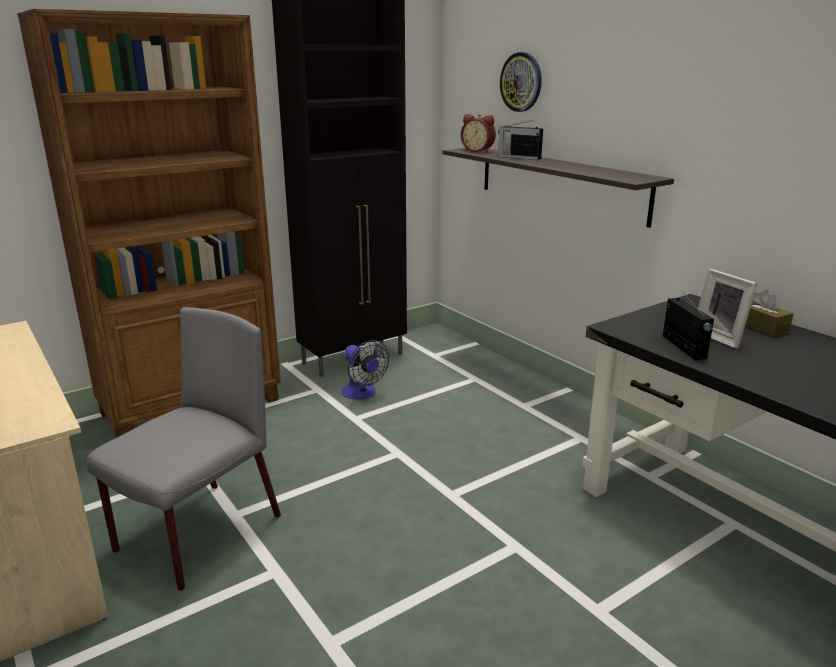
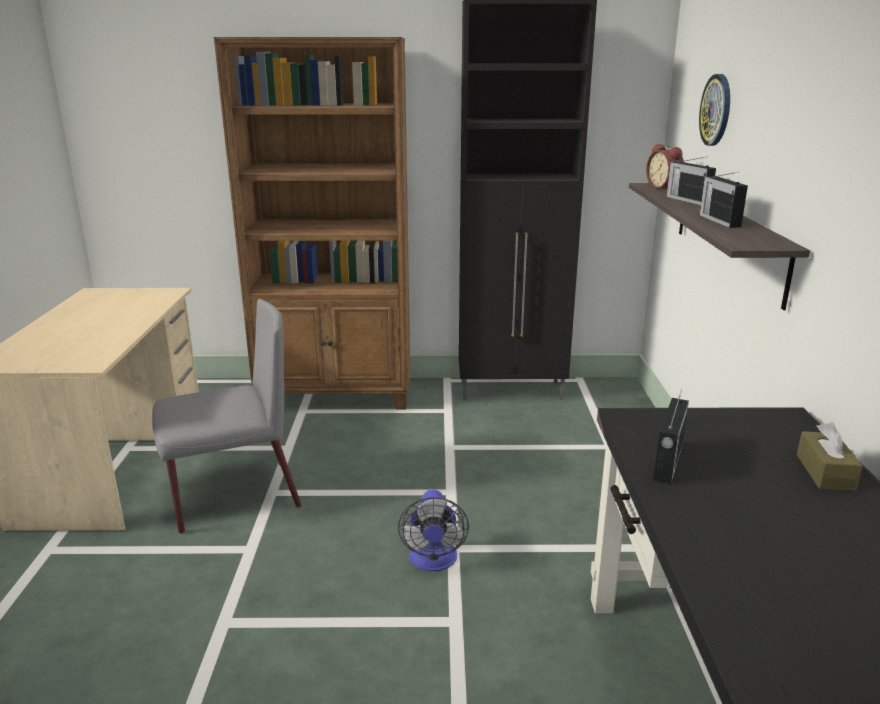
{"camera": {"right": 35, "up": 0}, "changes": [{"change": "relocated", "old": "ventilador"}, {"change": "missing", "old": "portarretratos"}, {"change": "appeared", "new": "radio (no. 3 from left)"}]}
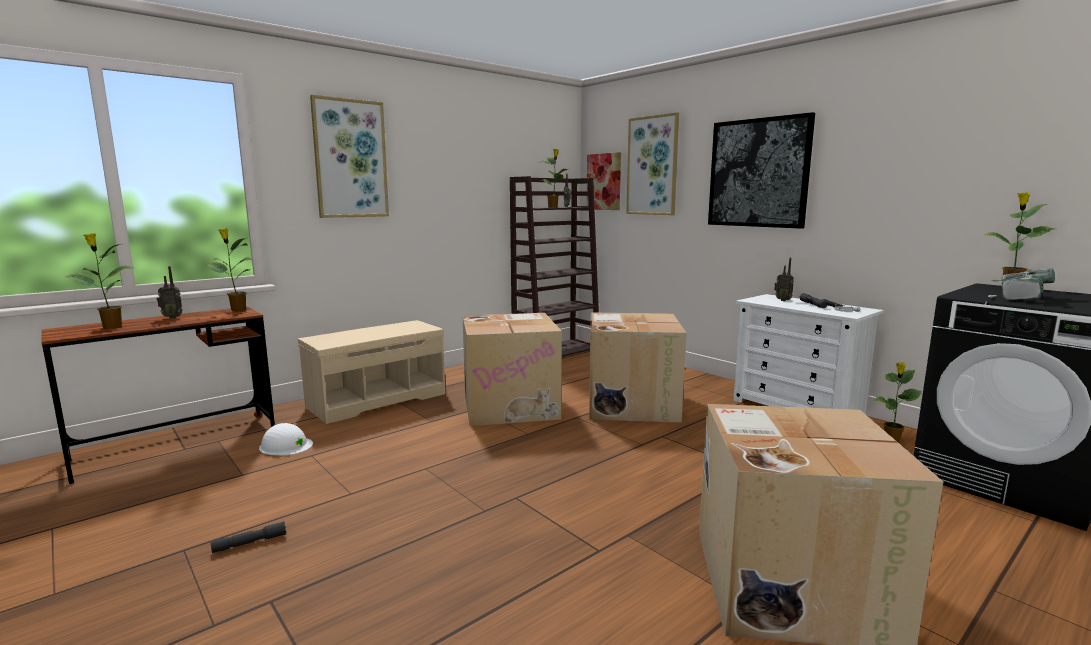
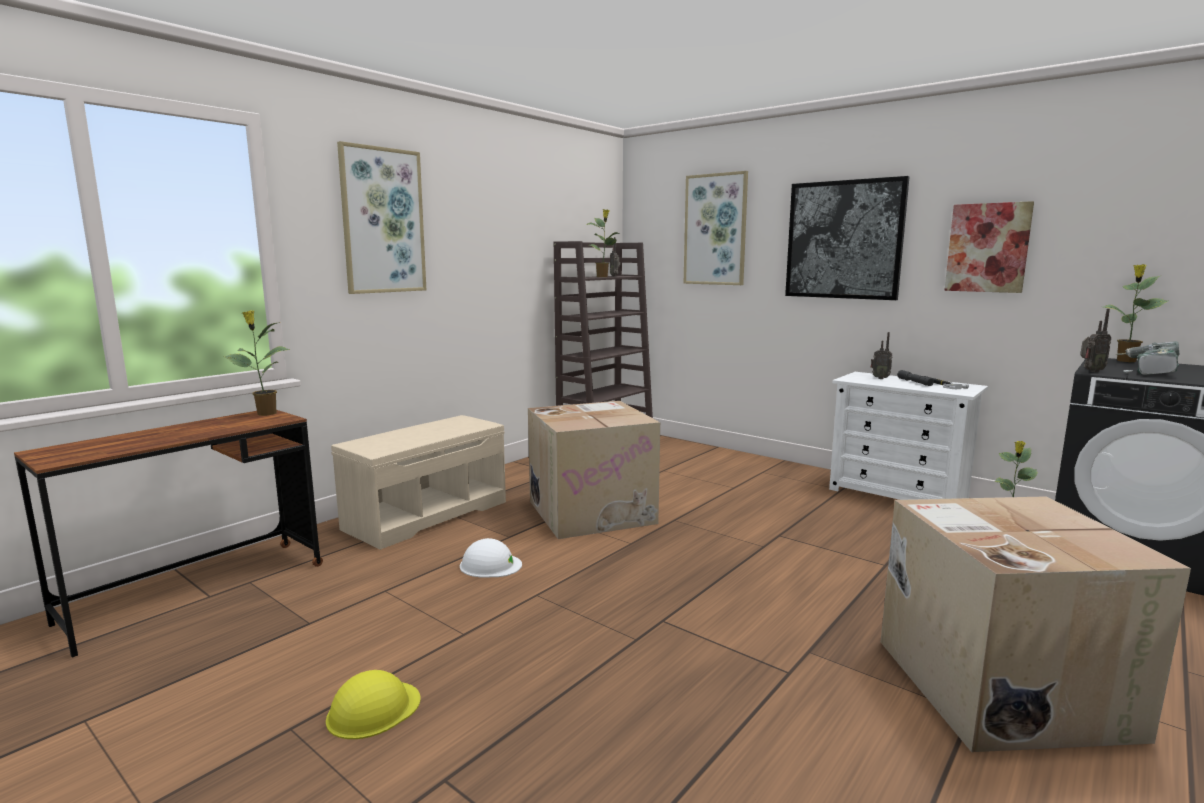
{"camera": {"right": -10, "up": 0}, "changes": [{"change": "missing", "old": "planta en maceta (no. 1 from left)"}, {"change": "relocated", "old": "radio (no. 1 from left in the first image)", "new": "radio (no. 3 from left)"}, {"change": "exchanged", "old": "linterna/gris (no. 1 from left)", "new": "casco/amarillo"}, {"change": "relocated", "old": "casco/blanco"}, {"change": "relocated", "old": "cuadro (no. 2 from left in the first image)", "new": "cuadro (no. 4 from left)"}, {"change": "missing", "old": "caja de cartón (no. 2 from left)"}]}
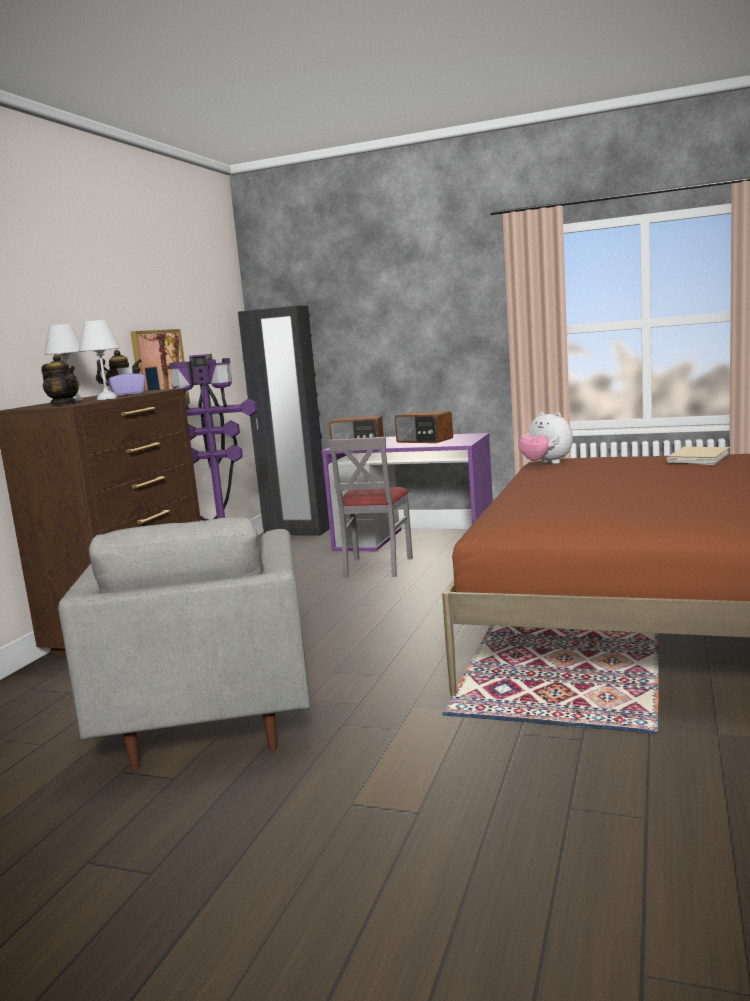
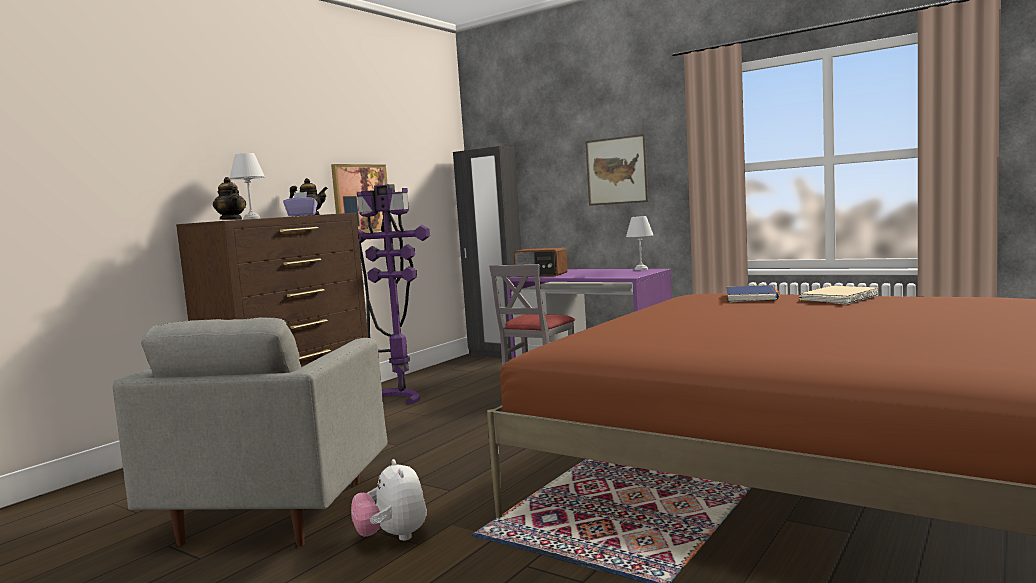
{"camera": {"right": 15, "up": -5}, "changes": [{"change": "relocated", "old": "lámpara de mesa/blanco (no. 2 from left)"}, {"change": "missing", "old": "radio (no. 2 from left)"}, {"change": "relocated", "old": "peluche"}, {"change": "appeared", "new": "cuadro (no. 2 from left)"}, {"change": "appeared", "new": "libro/azul"}]}
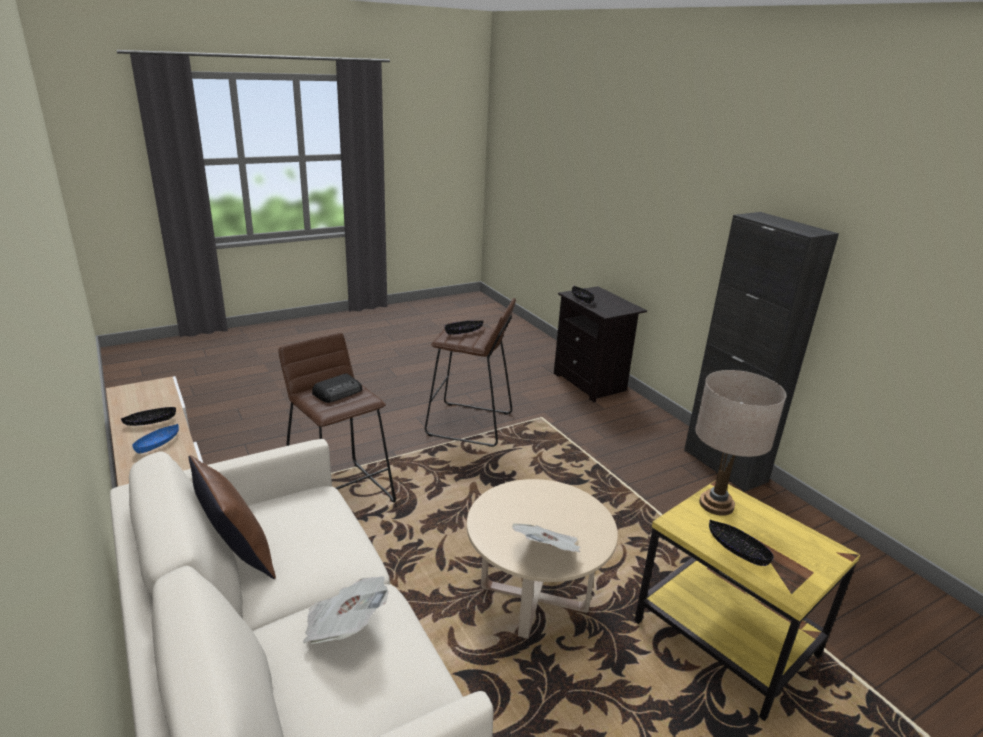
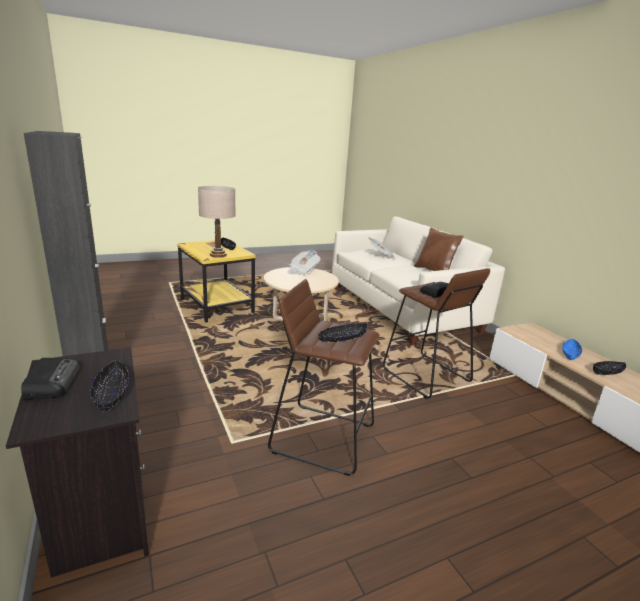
{"camera": {"right": -175, "up": -5}, "changes": [{"change": "appeared", "new": "radio (no. 1 from left)"}]}
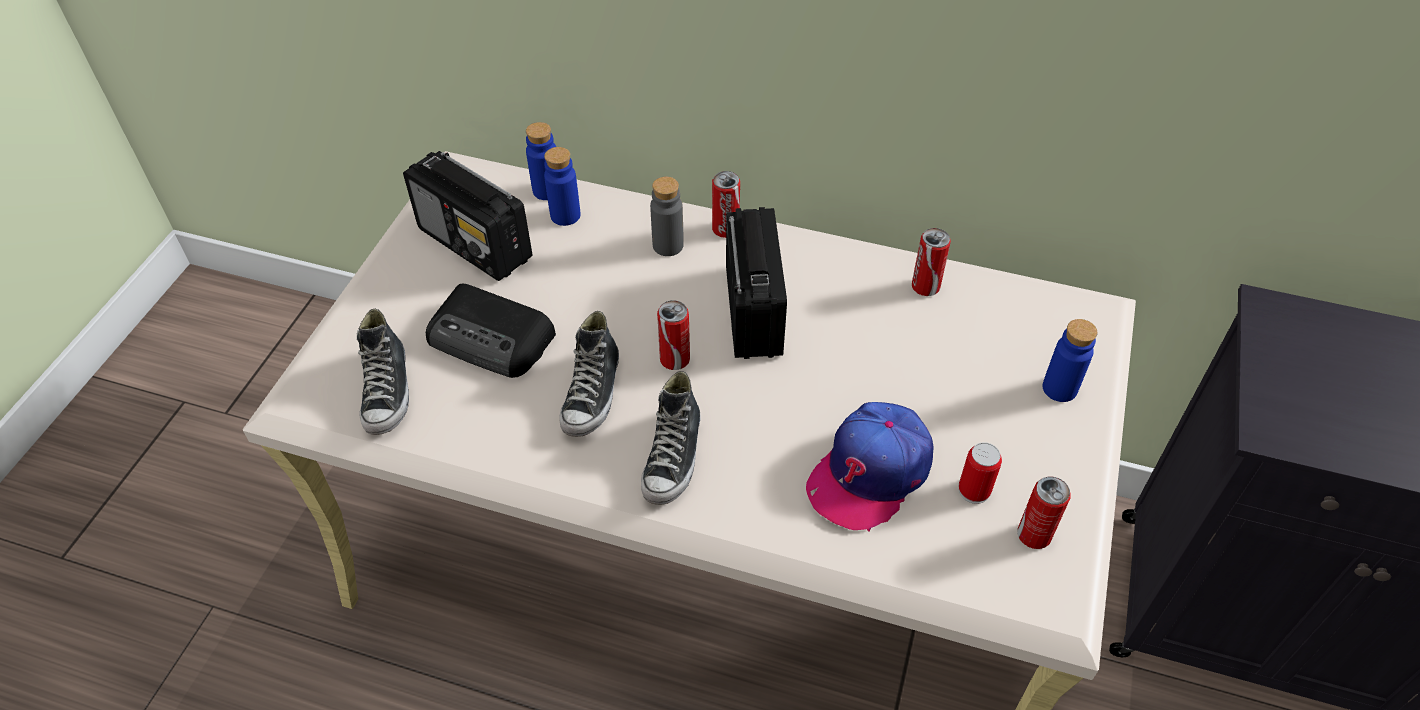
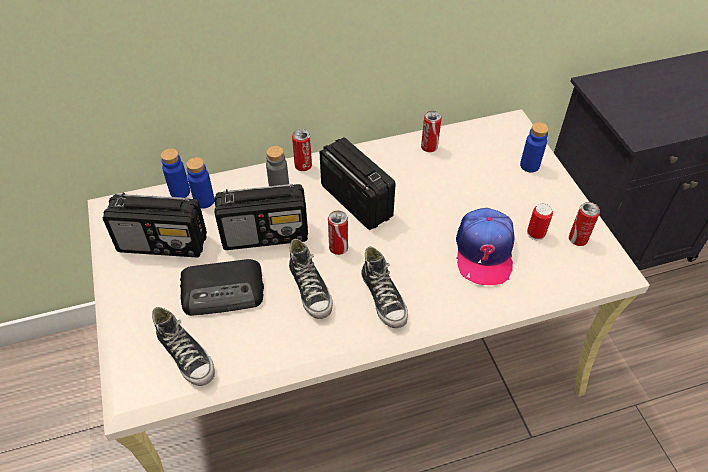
{"camera": {"right": -35, "up": 0}, "changes": [{"change": "appeared", "new": "radio (no. 3 from left)"}]}
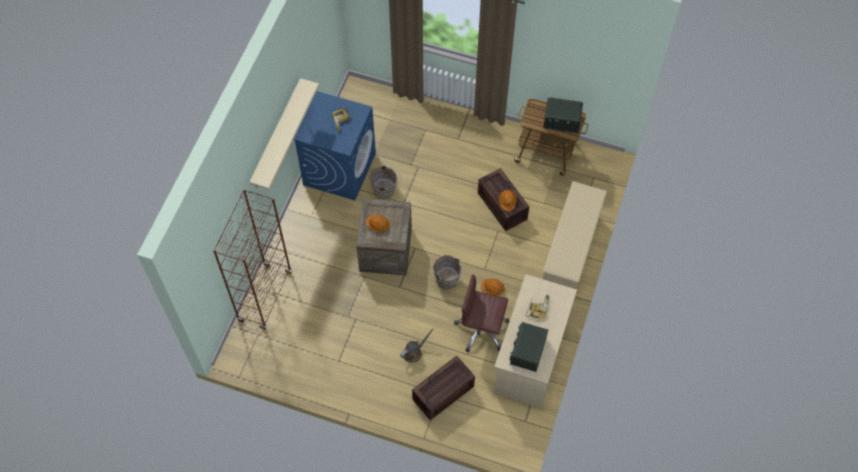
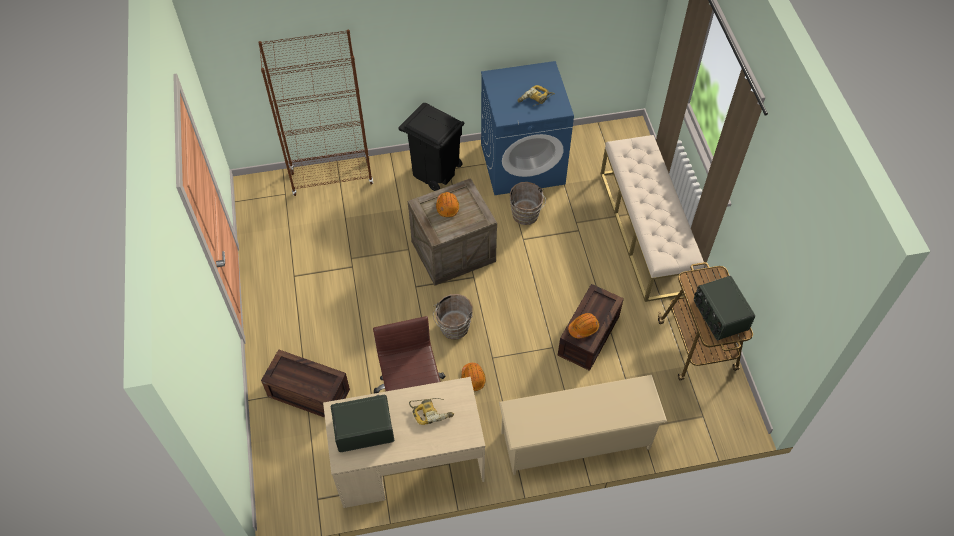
{"camera": {"right": 60, "up": -5}, "changes": [{"change": "missing", "old": "estante/beis"}, {"change": "missing", "old": "regadera/marrón"}, {"change": "appeared", "new": "papelera/negro"}, {"change": "appeared", "new": "banco/beis"}]}
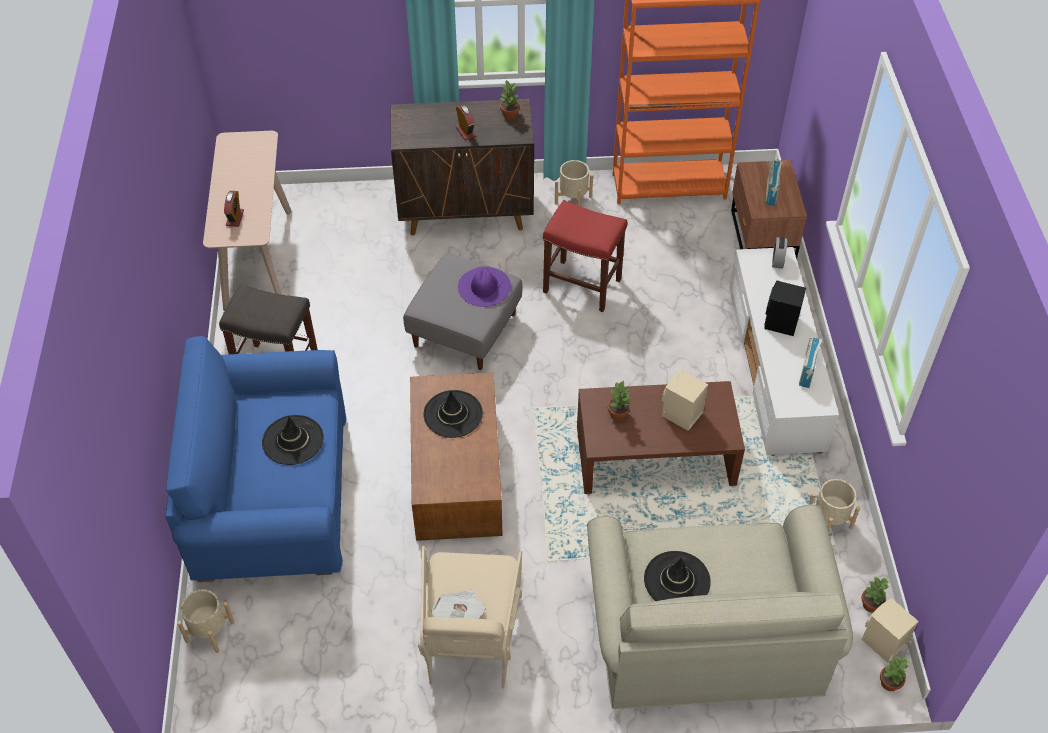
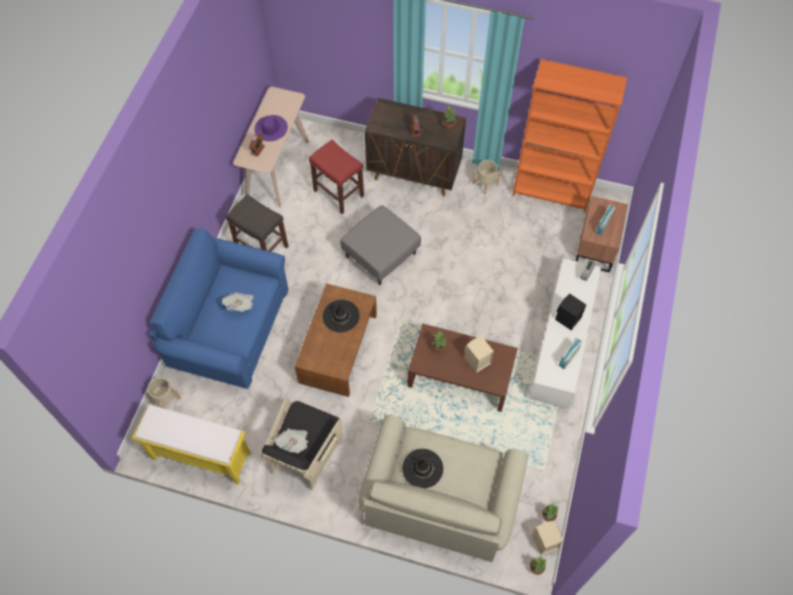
{"camera": {"right": 20, "up": 10}, "changes": [{"change": "exchanged", "old": "sombrero/negro (no. 1 from left)", "new": "periódico (no. 1 from left)"}, {"change": "colour", "old": "sillón/beis", "new": "sillón/negro"}, {"change": "relocated", "old": "sombrero/morado"}, {"change": "relocated", "old": "taburete/rojo"}, {"change": "missing", "old": "maceta/beis (no. 3 from left)"}, {"change": "appeared", "new": "banco/amarillo"}]}
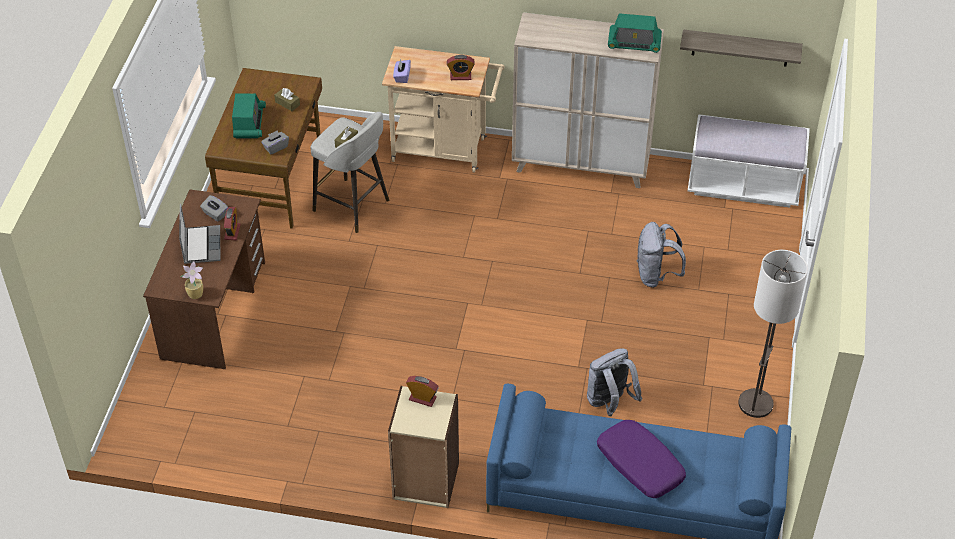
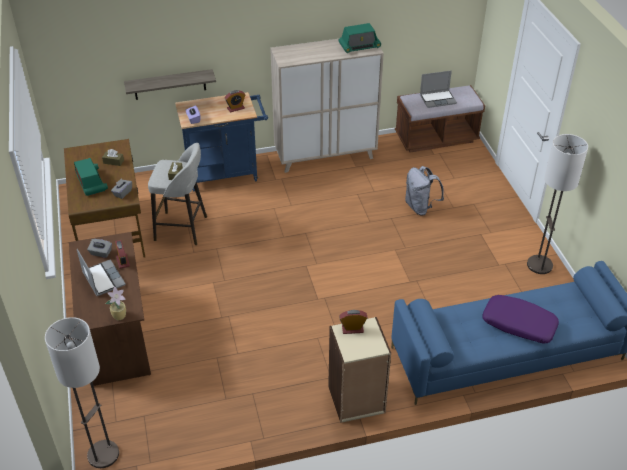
{"camera": {"right": -25, "up": -5}, "changes": [{"change": "colour", "old": "carrito/beis", "new": "carrito/azul"}, {"change": "missing", "old": "mochila/gris (no. 1 from left)"}, {"change": "relocated", "old": "estante"}, {"change": "colour", "old": "banco/blanco", "new": "banco/marrón"}, {"change": "appeared", "new": "lámpara de pie (no. 1 from left)"}, {"change": "appeared", "new": "portátil (no. 2 from left)"}]}
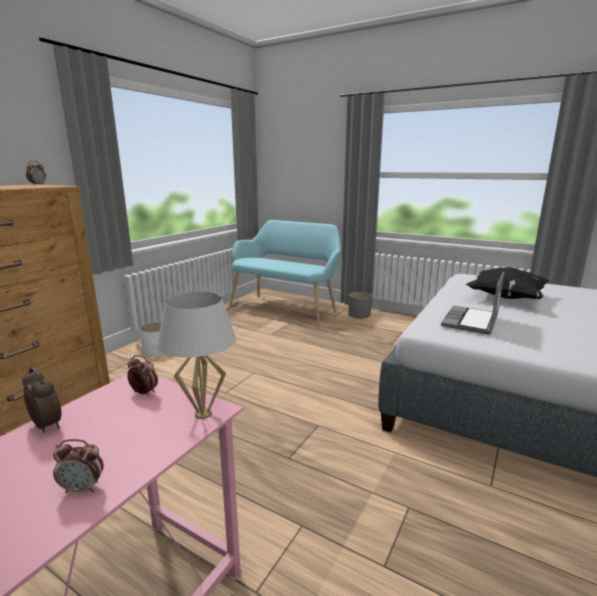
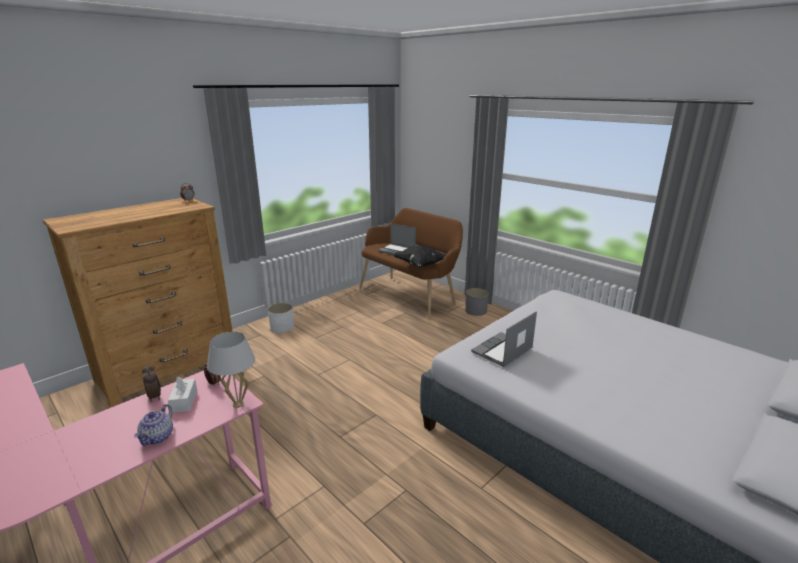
{"camera": {"right": 15, "up": 5}, "changes": [{"change": "exchanged", "old": "despertador (no. 3 from left)", "new": "tetera"}, {"change": "colour", "old": "banco/turquesa", "new": "banco/marrón"}, {"change": "relocated", "old": "cojín/negro"}, {"change": "appeared", "new": "caja de pañuelos/blanco"}, {"change": "appeared", "new": "portátil (no. 1 from left)"}]}
